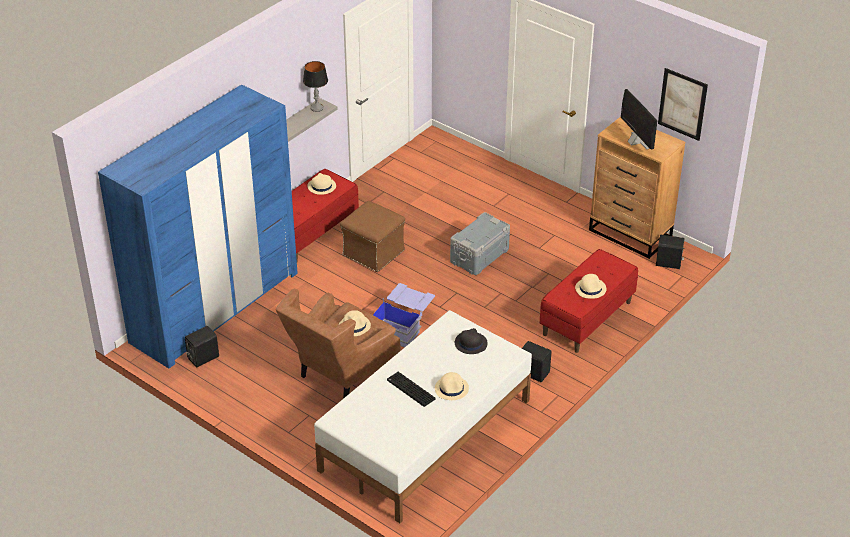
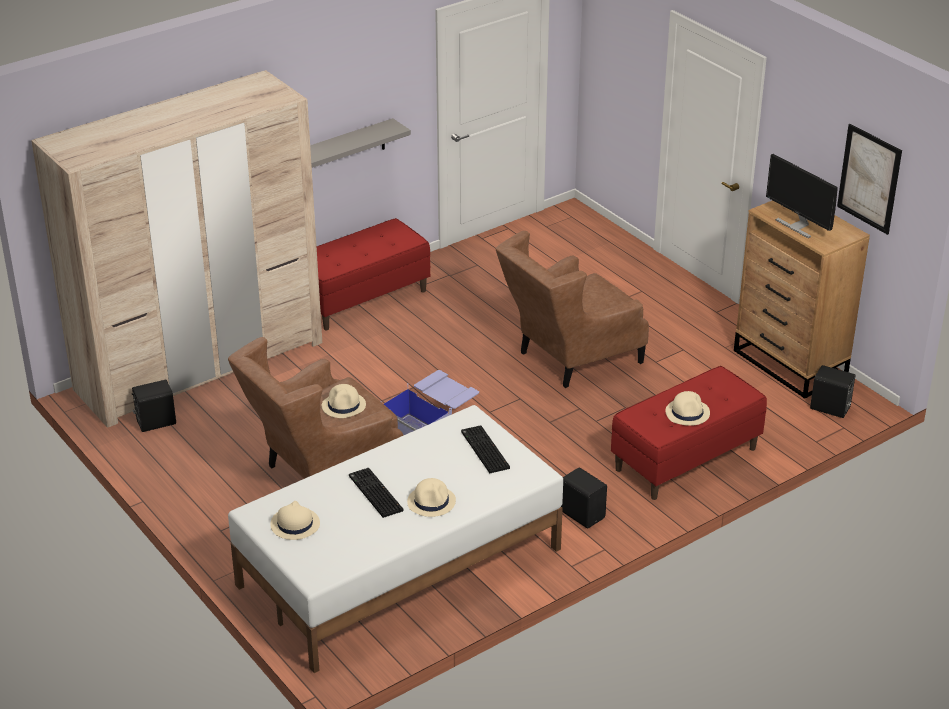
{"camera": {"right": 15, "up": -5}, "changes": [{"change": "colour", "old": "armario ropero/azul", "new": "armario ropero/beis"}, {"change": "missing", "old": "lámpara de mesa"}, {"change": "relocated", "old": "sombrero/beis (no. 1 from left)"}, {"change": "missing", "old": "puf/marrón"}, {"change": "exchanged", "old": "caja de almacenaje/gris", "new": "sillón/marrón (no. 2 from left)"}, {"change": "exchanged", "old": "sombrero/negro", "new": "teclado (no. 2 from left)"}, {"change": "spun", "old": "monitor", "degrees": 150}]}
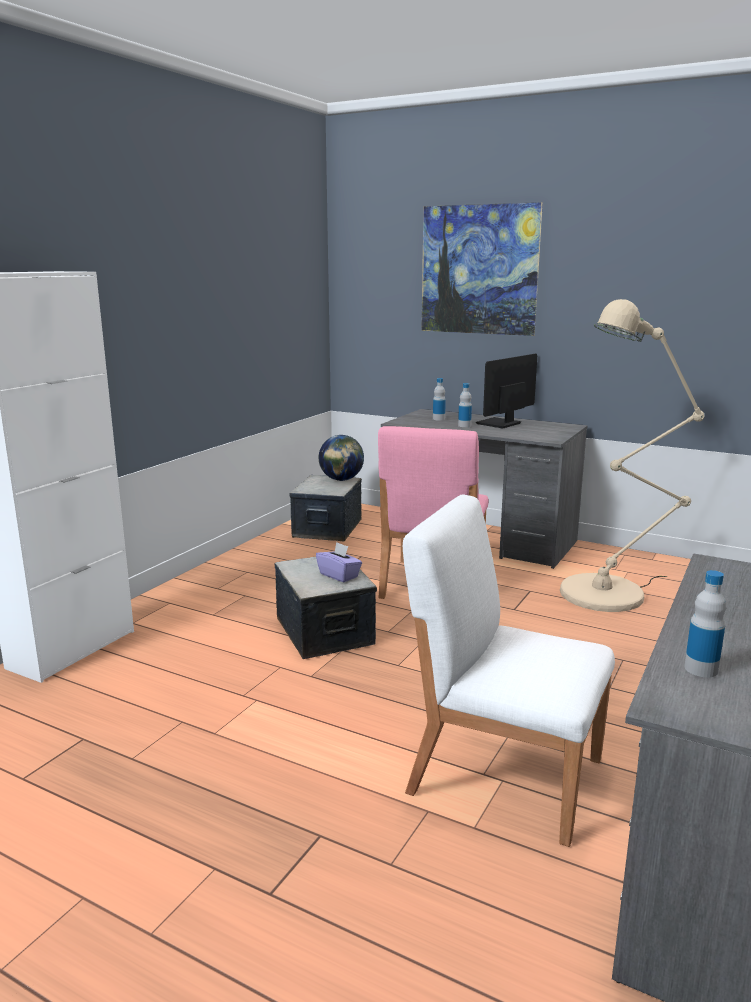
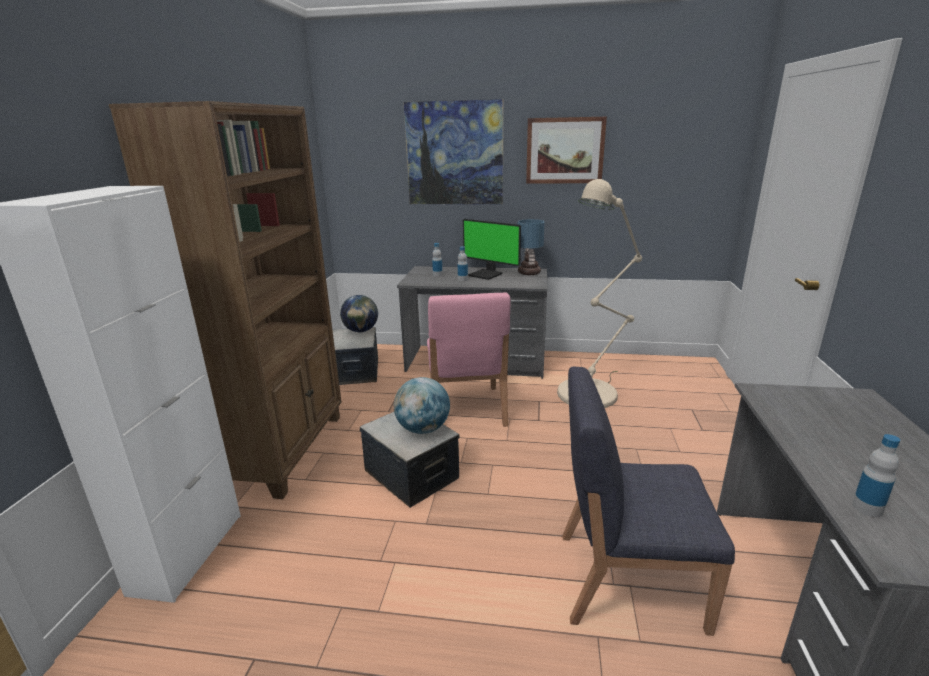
{"camera": {"right": -20, "up": 5}, "changes": [{"change": "exchanged", "old": "caja de pañuelos/morado", "new": "globo terráqueo (no. 2 from left)"}, {"change": "colour", "old": "silla/blanco", "new": "silla/azul"}, {"change": "spun", "old": "monitor", "degrees": -75}, {"change": "appeared", "new": "estantería/marrón"}, {"change": "appeared", "new": "lámpara de mesa"}, {"change": "appeared", "new": "cuadro (no. 2 from left)"}]}
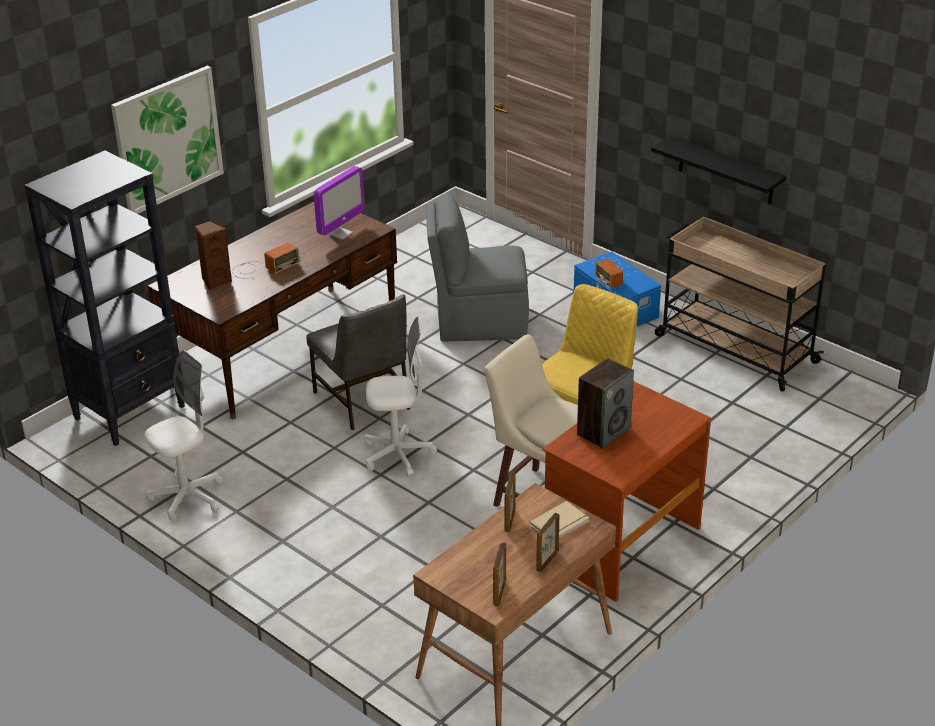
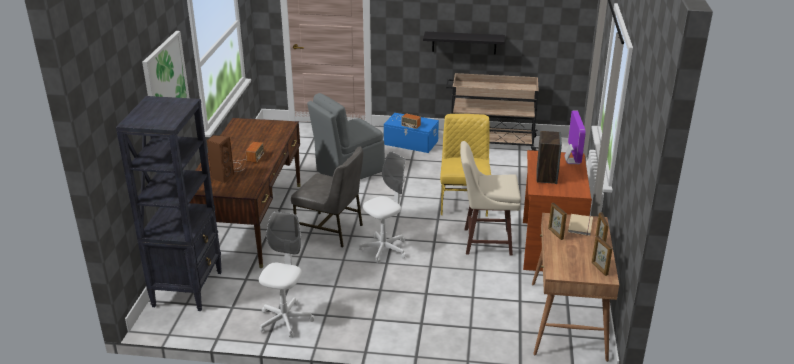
{"camera": {"right": -35, "up": -5}, "changes": [{"change": "relocated", "old": "monitor"}]}
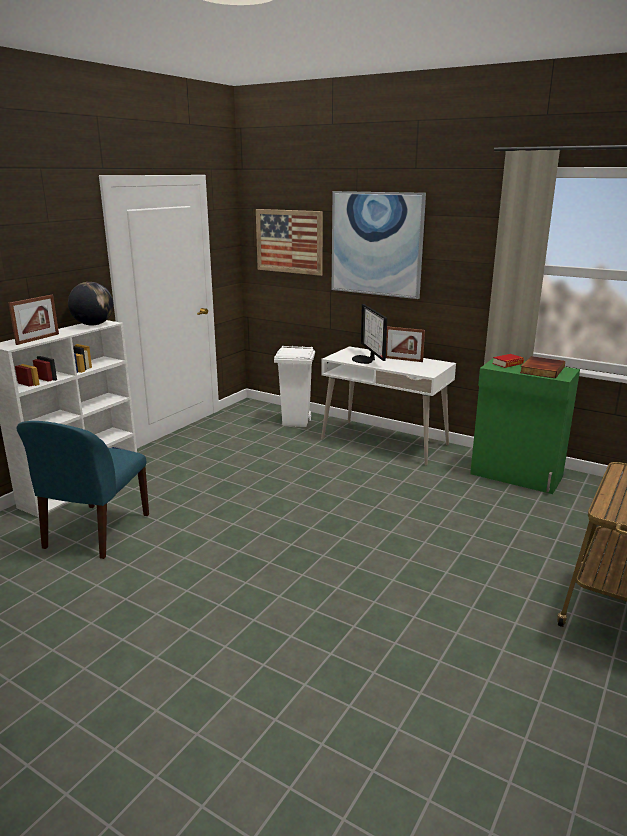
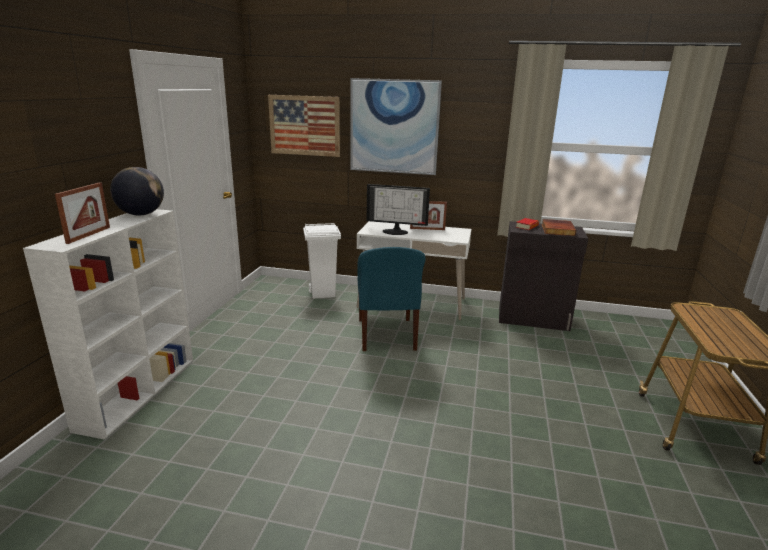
{"camera": {"right": -20, "up": 0}, "changes": [{"change": "relocated", "old": "silla/azul"}, {"change": "spun", "old": "monitor", "degrees": -45}, {"change": "colour", "old": "armario/verde", "new": "armario/negro"}]}
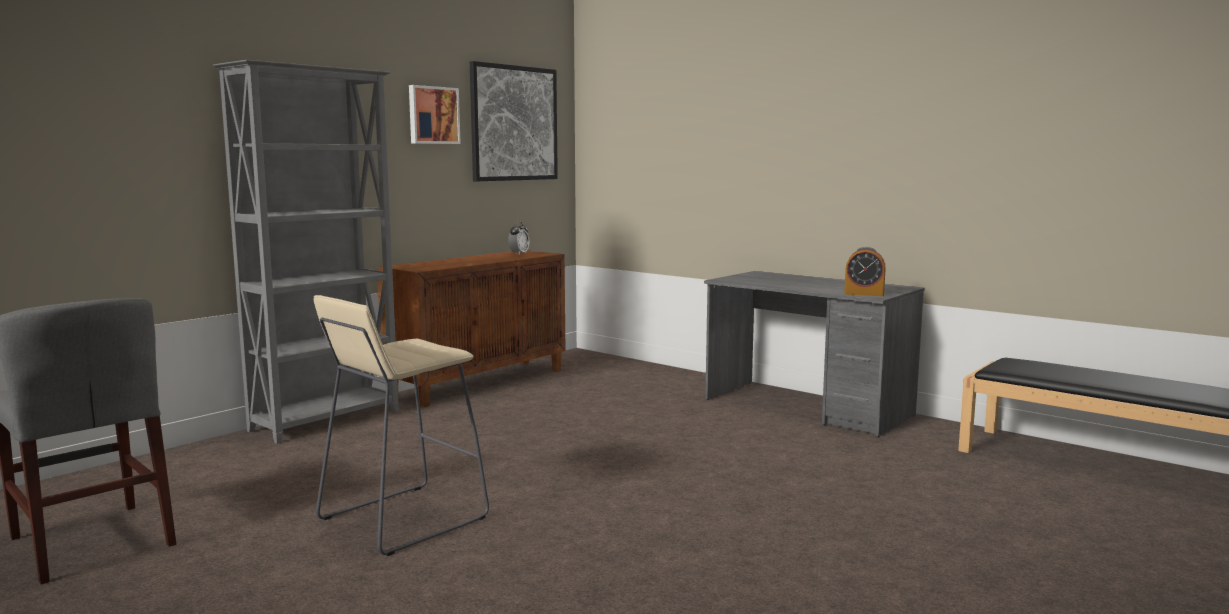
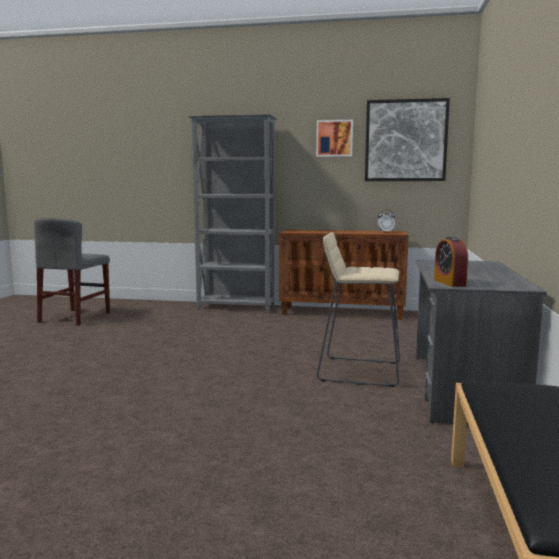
{"camera": {"right": 60, "up": 0}, "changes": [{"change": "relocated", "old": "taburete/beis"}]}
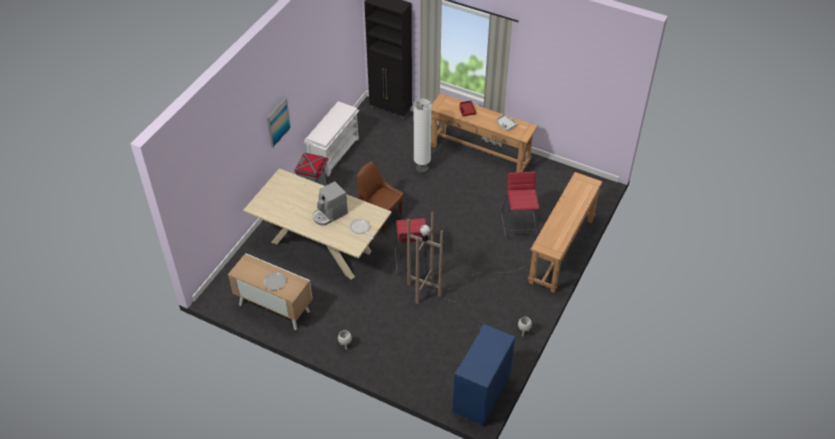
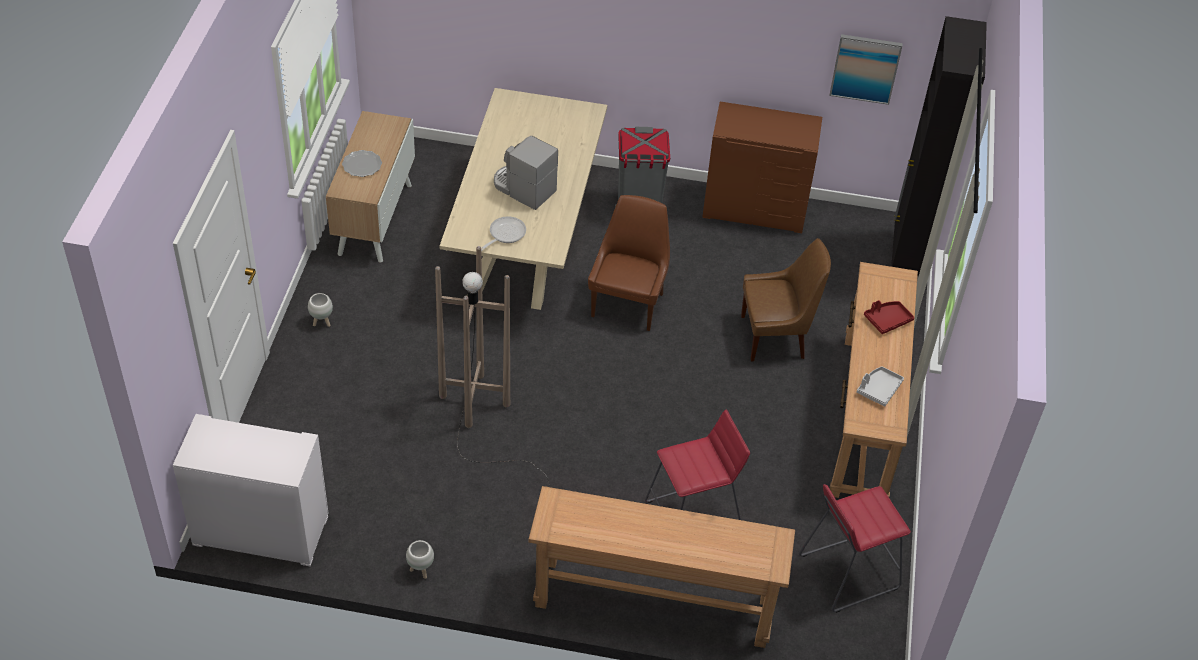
{"camera": {"right": 70, "up": 0}, "changes": [{"change": "relocated", "old": "cuadro"}, {"change": "exchanged", "old": "banco/blanco", "new": "cómoda/marrón"}, {"change": "relocated", "old": "taburete/rojo (no. 1 from left in the first image)", "new": "taburete/rojo (no. 2 from left)"}, {"change": "exchanged", "old": "lámpara de pie/blanco", "new": "silla/marrón (no. 2 from left)"}, {"change": "colour", "old": "cómoda/azul", "new": "cómoda/blanco"}]}
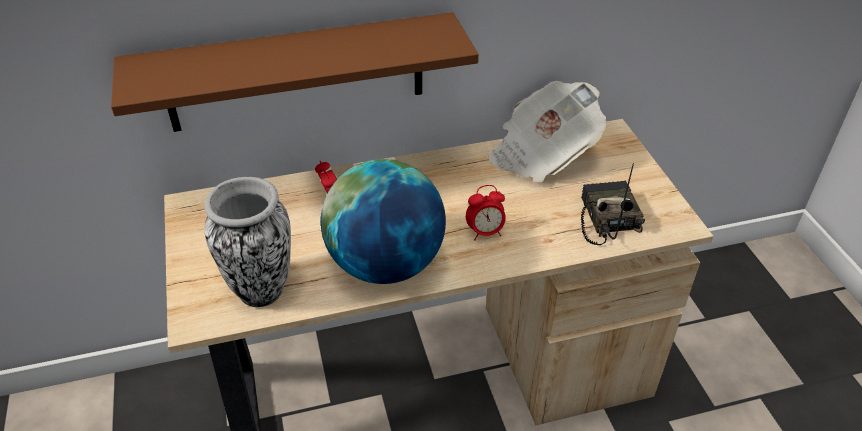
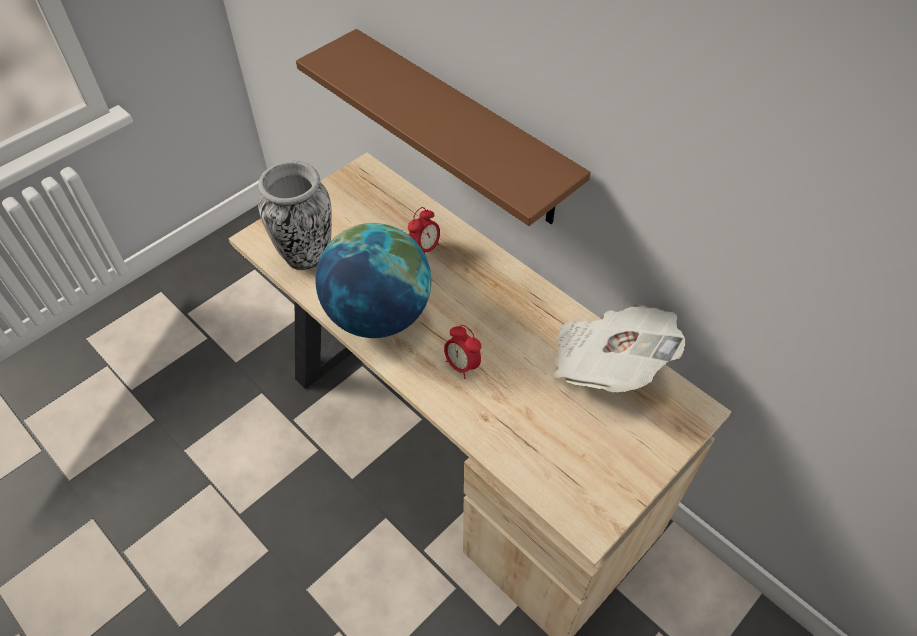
{"camera": {"right": 60, "up": 10}, "changes": [{"change": "missing", "old": "radio"}]}
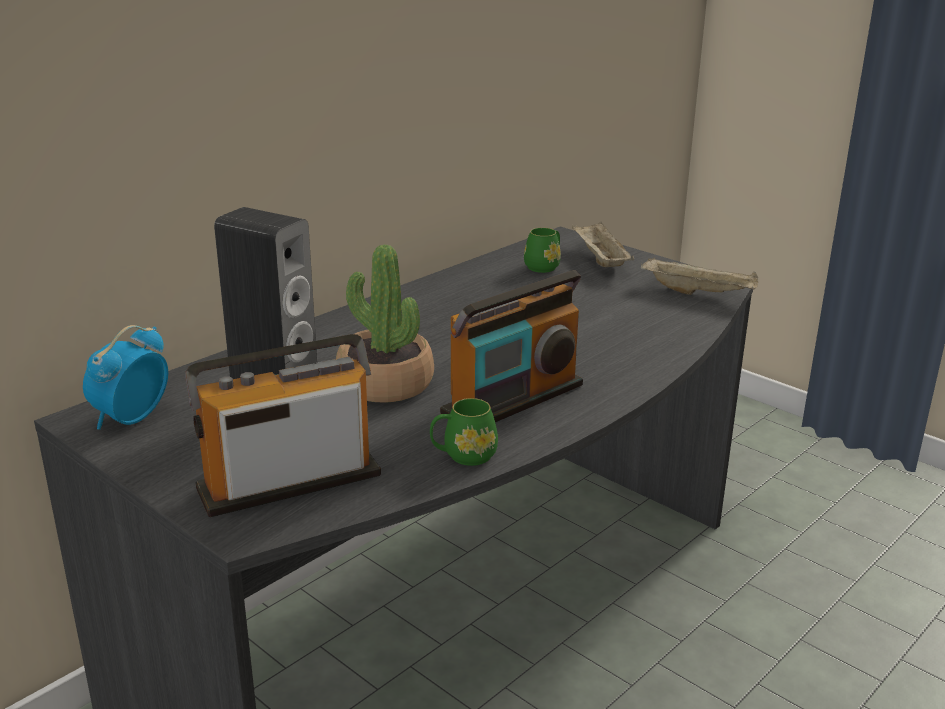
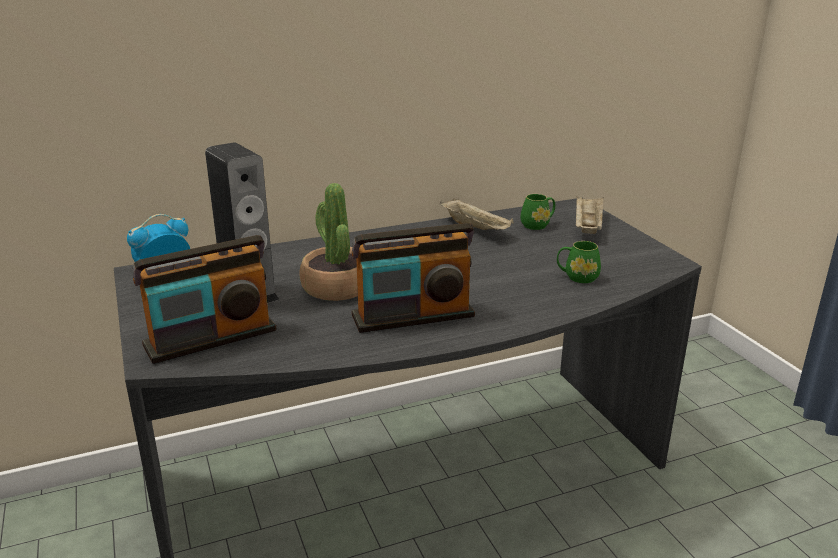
{"camera": {"right": 25, "up": 0}, "changes": [{"change": "spun", "old": "radio (no. 1 from left)", "degrees": 150}, {"change": "relocated", "old": "taza grande/verde (no. 1 from left in the first image)", "new": "taza grande/verde (no. 2 from left)"}, {"change": "relocated", "old": "bandeja/beis (no. 2 from left in the first image)", "new": "bandeja/beis (no. 1 from left)"}]}
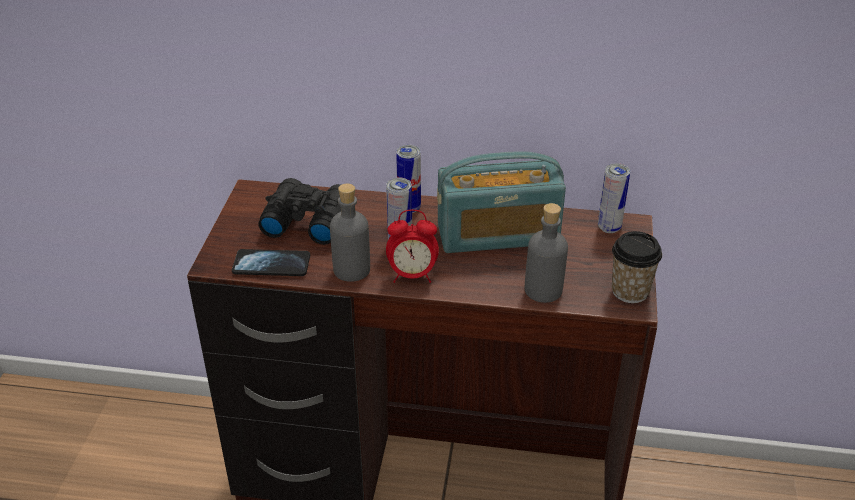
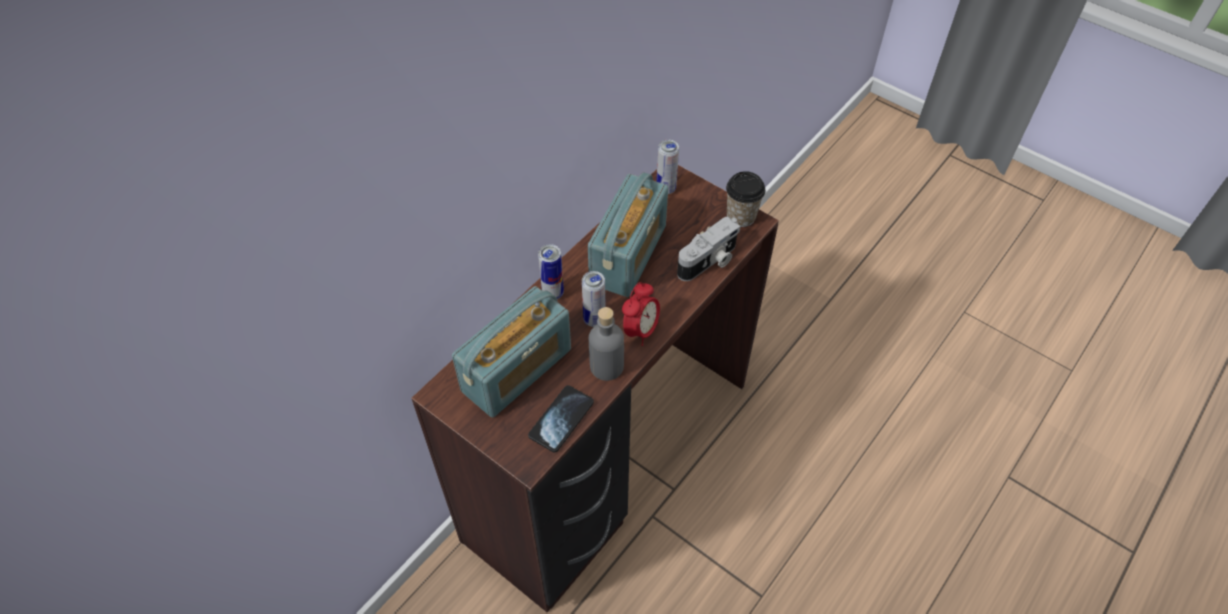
{"camera": {"right": -60, "up": 15}, "changes": [{"change": "exchanged", "old": "prismáticos/negro", "new": "radio (no. 1 from left)"}, {"change": "exchanged", "old": "botella/gris (no. 2 from left)", "new": "cámara"}]}
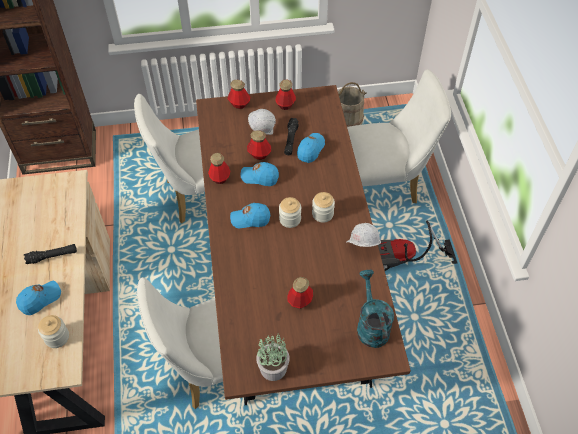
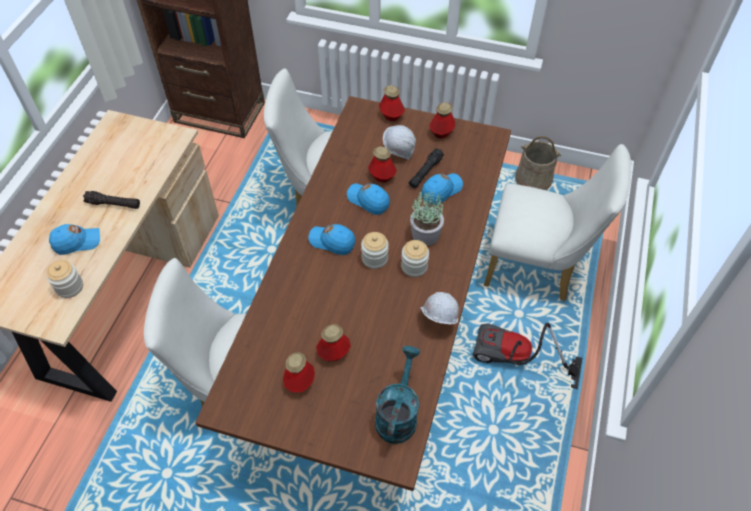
{"camera": {"right": 25, "up": 0}, "changes": [{"change": "relocated", "old": "botella (no. 1 from left)"}, {"change": "relocated", "old": "planta en maceta"}]}
